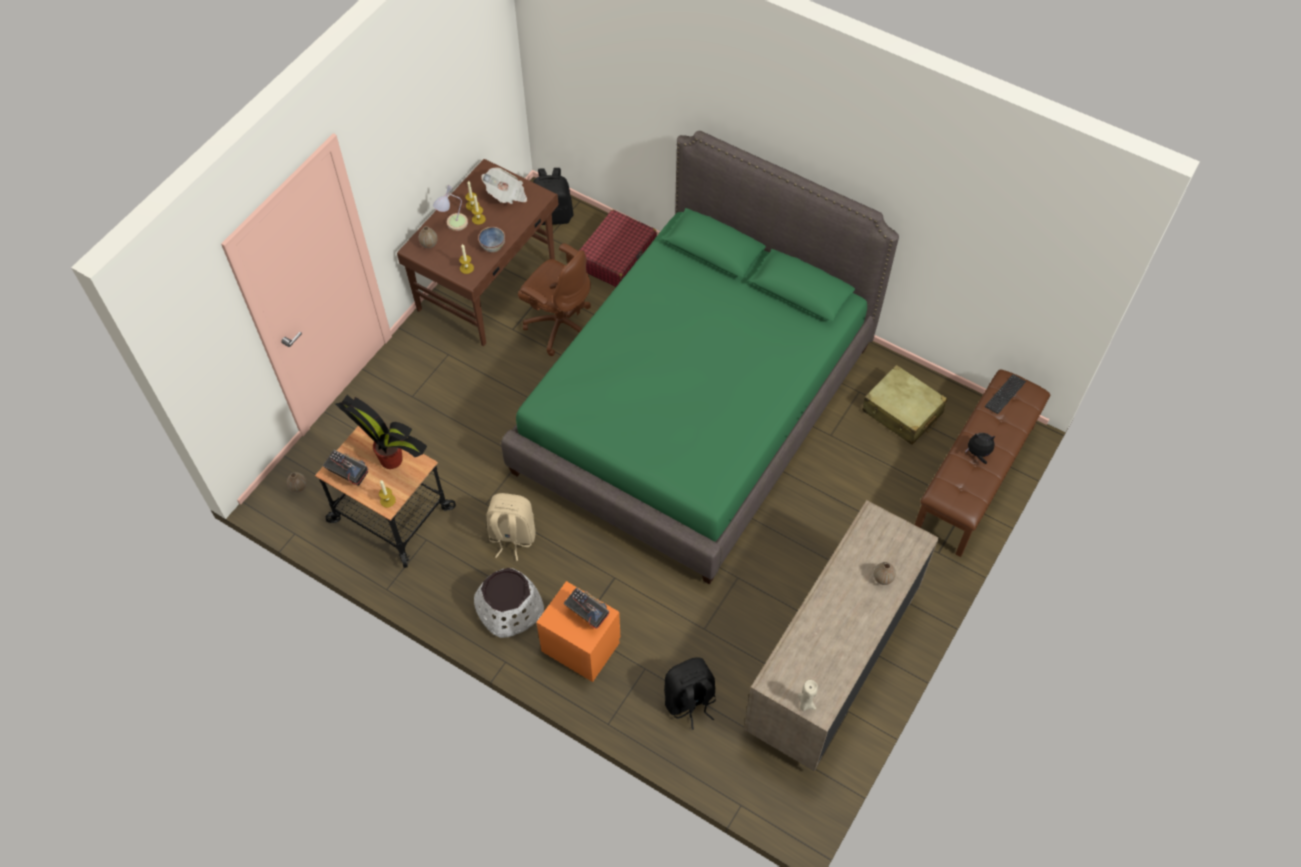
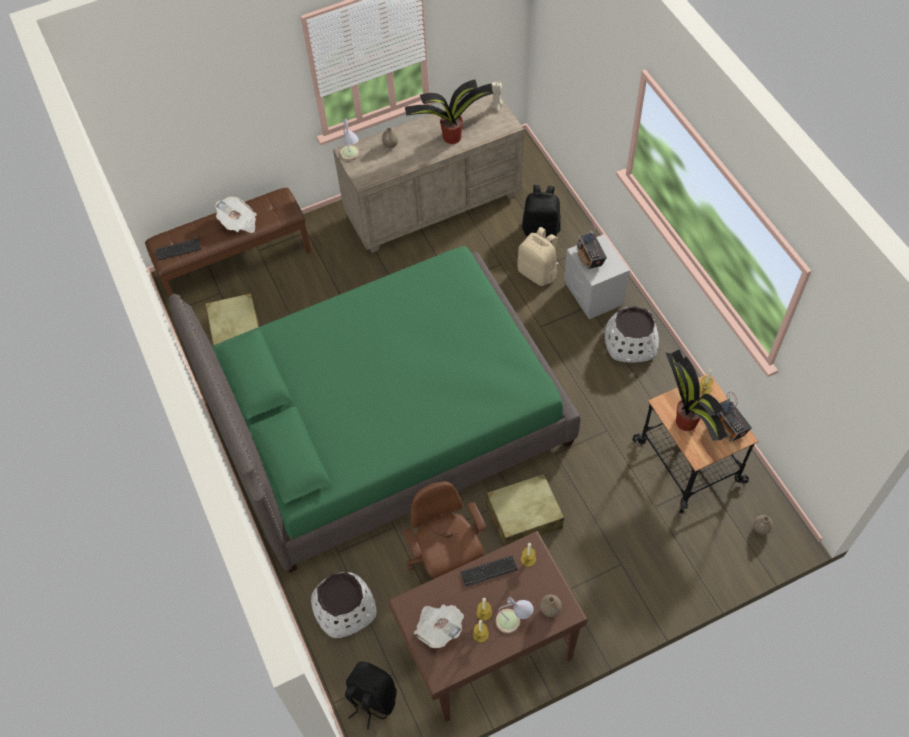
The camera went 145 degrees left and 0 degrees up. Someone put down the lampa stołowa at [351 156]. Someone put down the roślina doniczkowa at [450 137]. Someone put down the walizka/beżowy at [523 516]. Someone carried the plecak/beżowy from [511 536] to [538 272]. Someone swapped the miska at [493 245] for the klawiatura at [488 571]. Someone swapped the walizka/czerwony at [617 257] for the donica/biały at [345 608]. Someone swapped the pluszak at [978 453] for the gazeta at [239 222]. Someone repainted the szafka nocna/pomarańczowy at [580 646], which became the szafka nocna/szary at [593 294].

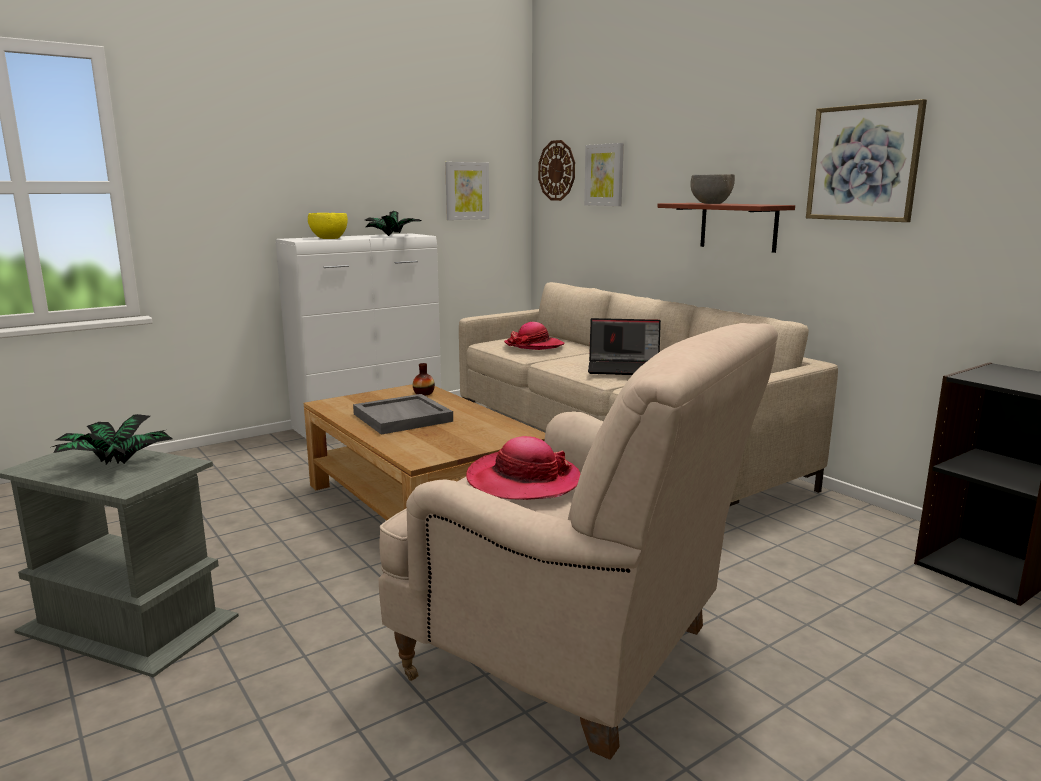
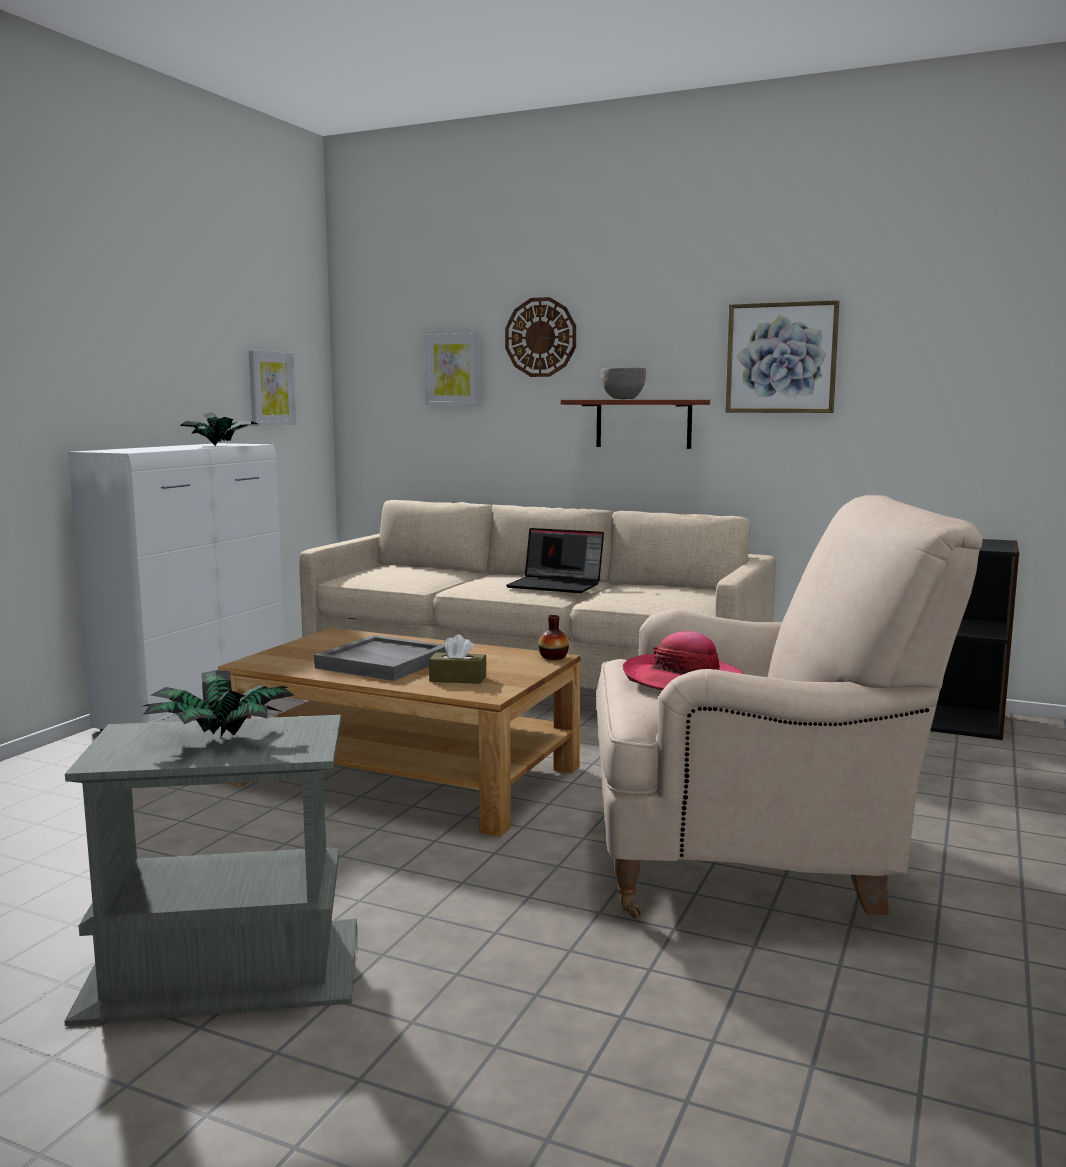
The camera went 30 degrees left and 5 degrees down. Someone took away the miska/żółty at [329 238]. Someone took away the kapelusz at [534 345]. Someone put down the pudełko chusteczek/brązowy at [458 679]. Someone carried the wazon from [423 393] to [553 657]. Someone carried the zegar ścienny from [557 170] to [540 337]. Someone rotated the laptop at [625 368] by 45 degrees clockwise.

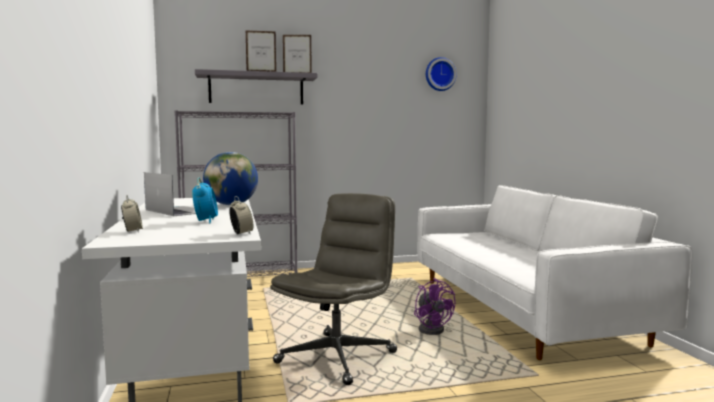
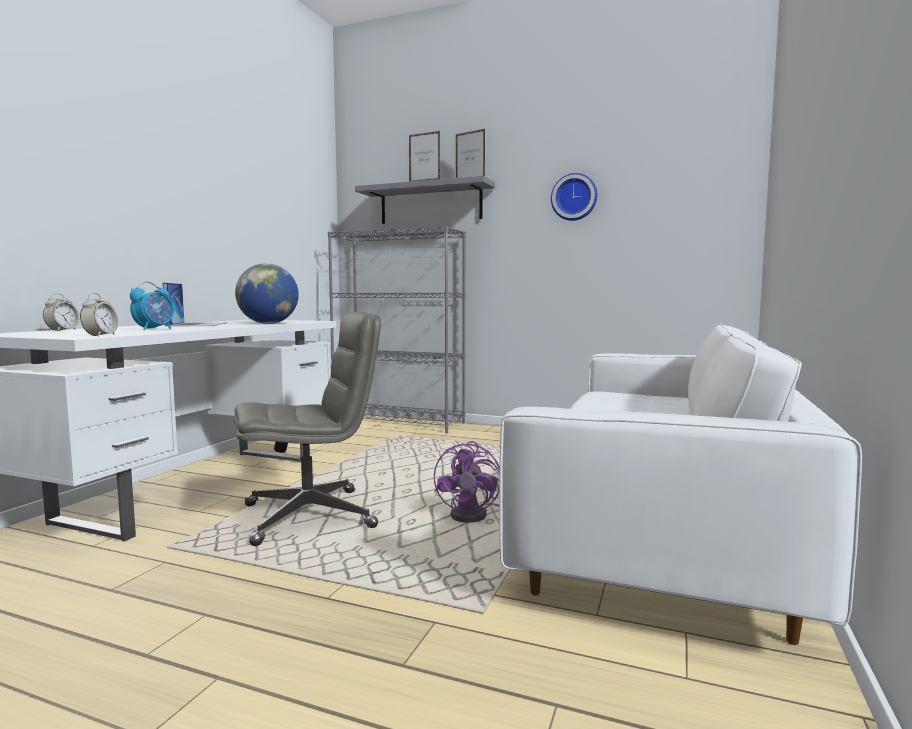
The camera went 35 degrees right and 0 degrees up. Someone carried the zegar ścienny from [439 74] to [574 197].

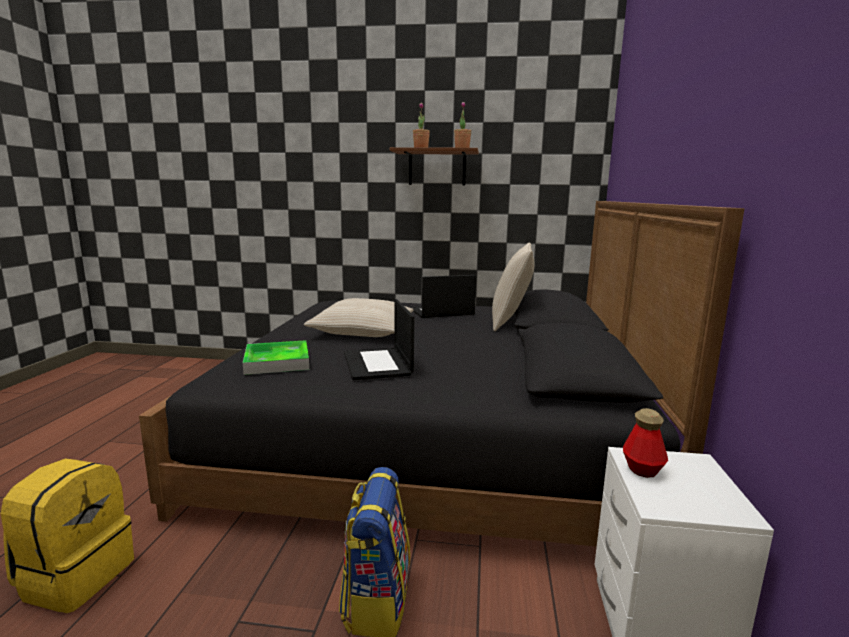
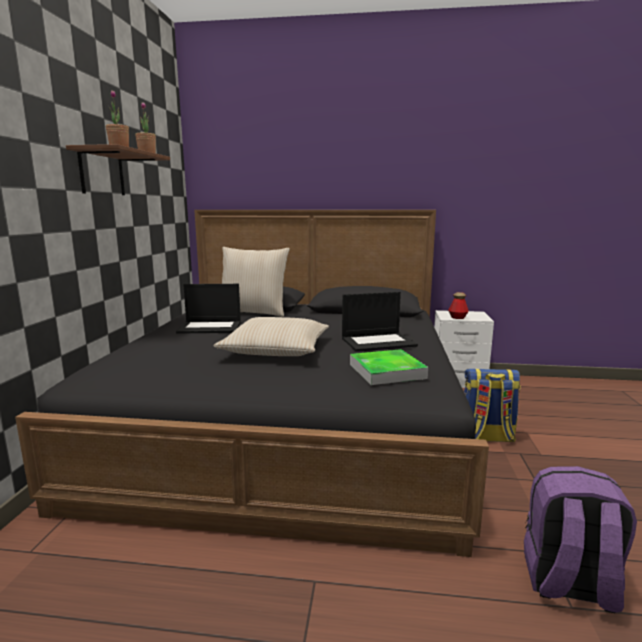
The camera went 90 degrees left and 0 degrees up. Someone repainted the plecak/żółty at [76 576], which became the plecak/fioletowy at [568 583]. Someone rotated the laptop at [441 312] by 75 degrees counterclockwise.

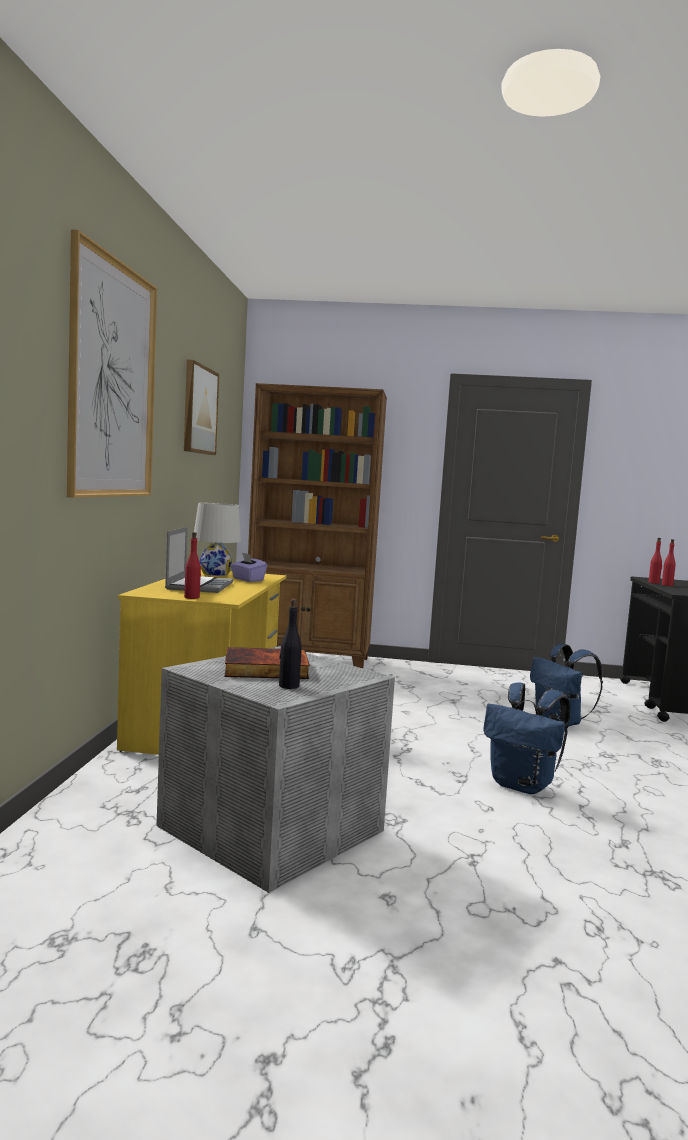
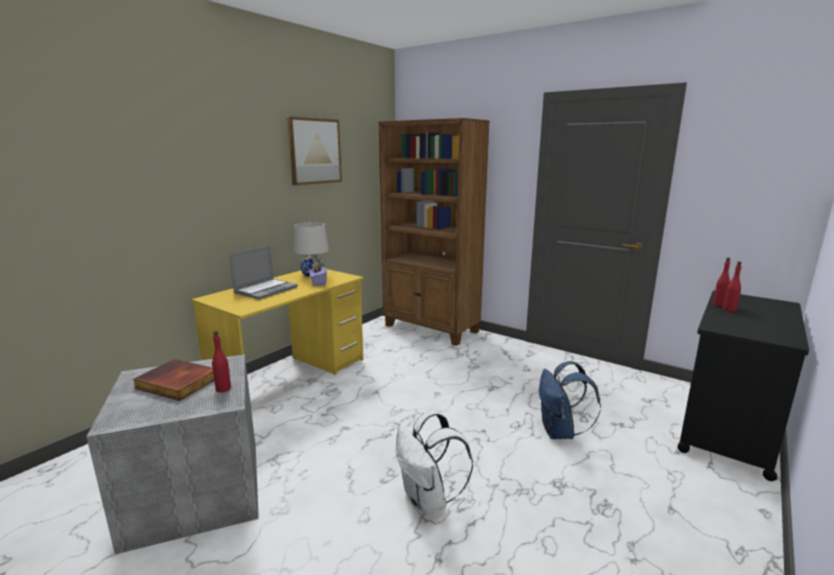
The camera went 30 degrees right and 10 degrees up. Someone took away the obraz at [113 381]. Someone took away the butelka/czarny at [288 686]. Someone carried the butelka/czerwony from [192 597] to [223 389]. Someone repainted the plecak/niebieski at [523 785], which became the plecak/biały at [428 501].

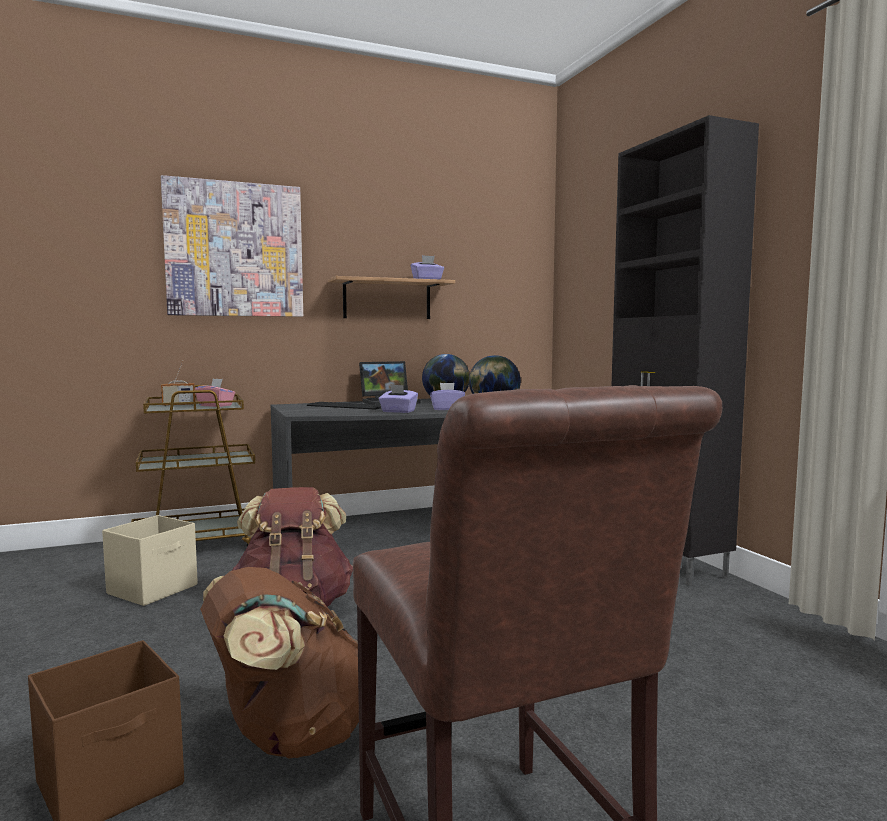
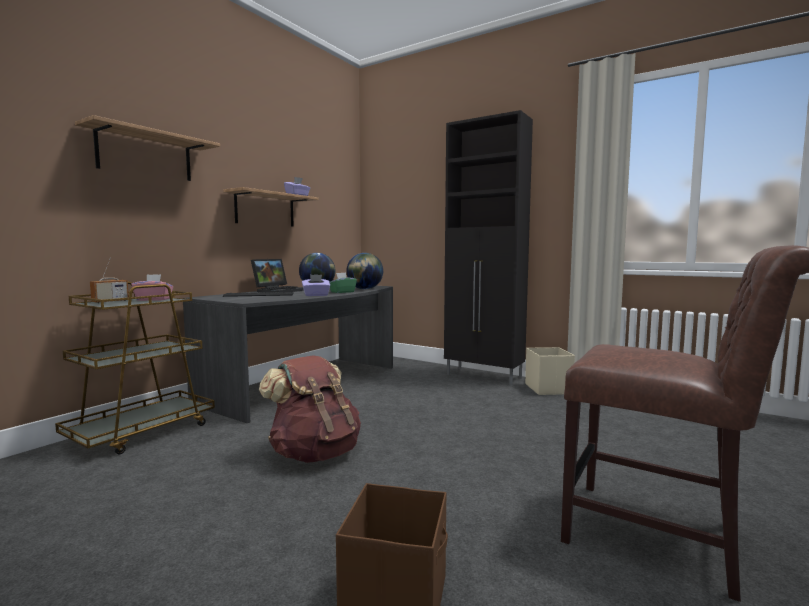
The camera went 35 degrees left and 0 degrees up. Someone took away the plecak/brązowy at [289 736]. Someone carried the pojemnik do przechowywania/beżowy from [154 589] to [548 388]. Someone swapped the obraz at [234 250] for the półka at [145 155]. Someone repainted the pudełko chusteczek/fioletowy at [447 409], which became the pudełko chusteczek/zielony at [342 292].

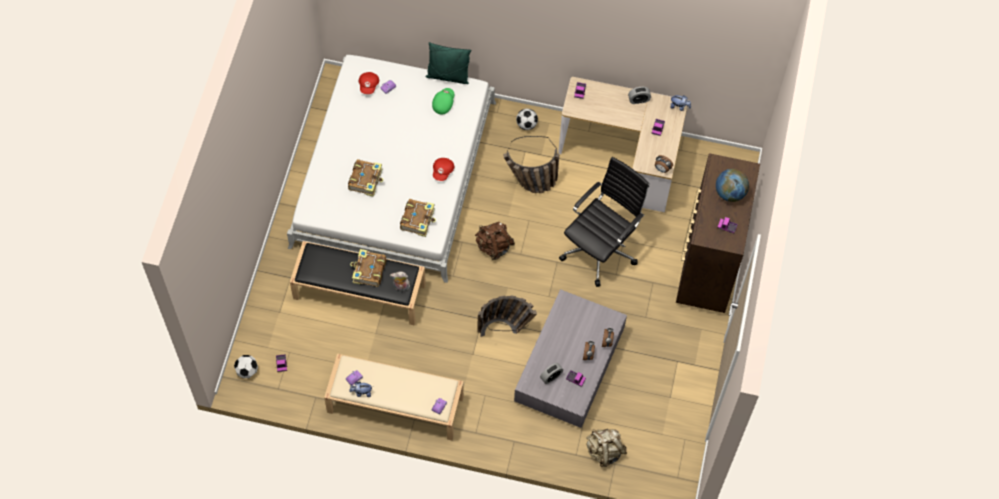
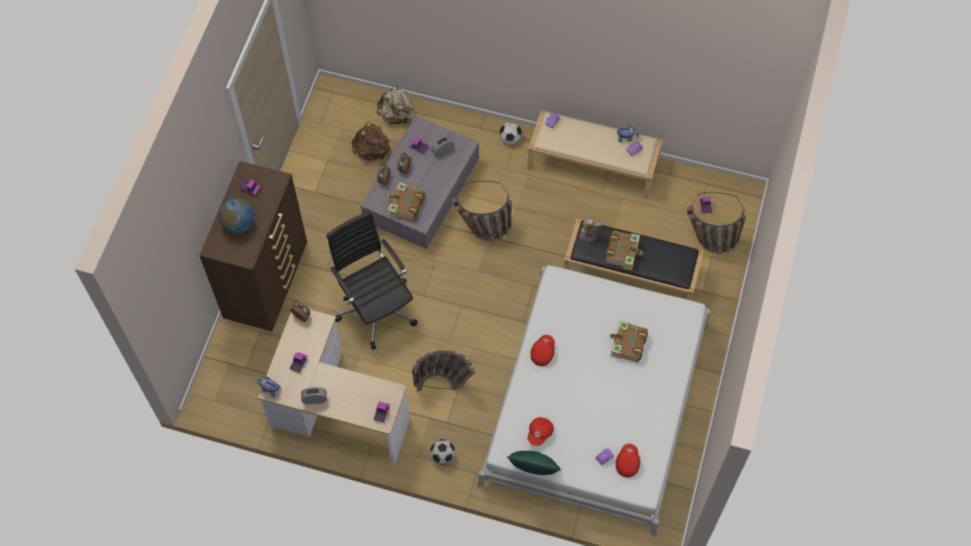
The camera went 175 degrees left and 0 degrees up. Someone put down the koszyk at [708 241]. Someone carried the piłka futbolowa from [247 371] to [510 139]. Someone carried the książka from [418 219] to [405 206]. Someone carried the plecak/brązowy from [494 246] to [372 152]. Someone repainted the czapka z daszkiem/zielony at [443 103], which became the czapka z daszkiem/czerwony at [540 433]. Someone rotated the krzesło biurowe/czarny at [601 248] by 105 degrees clockwise.

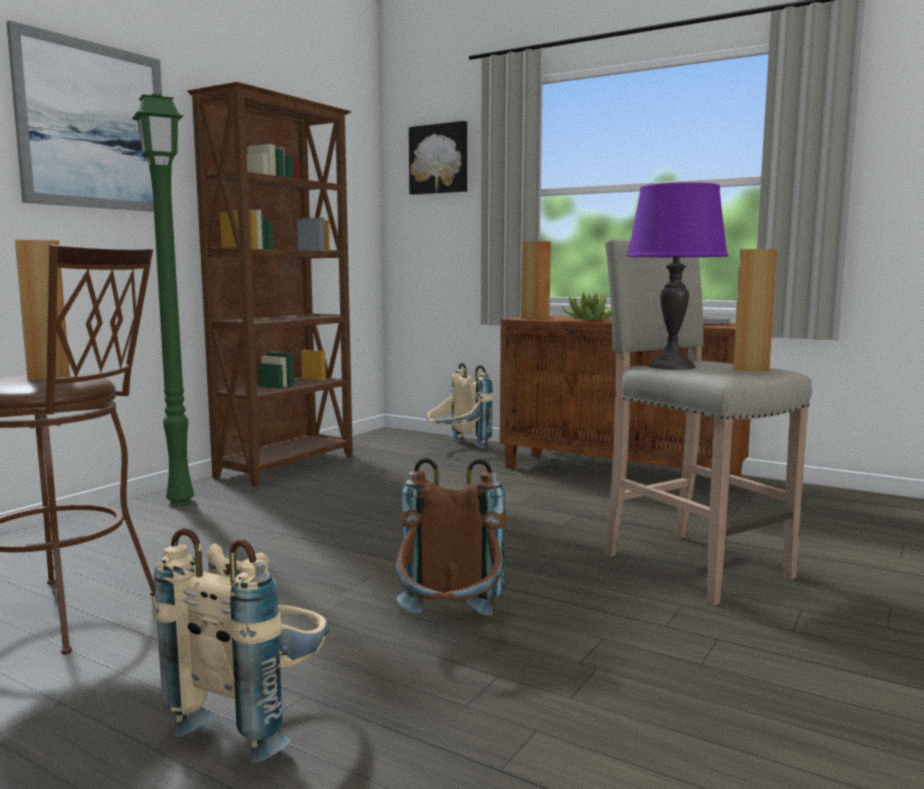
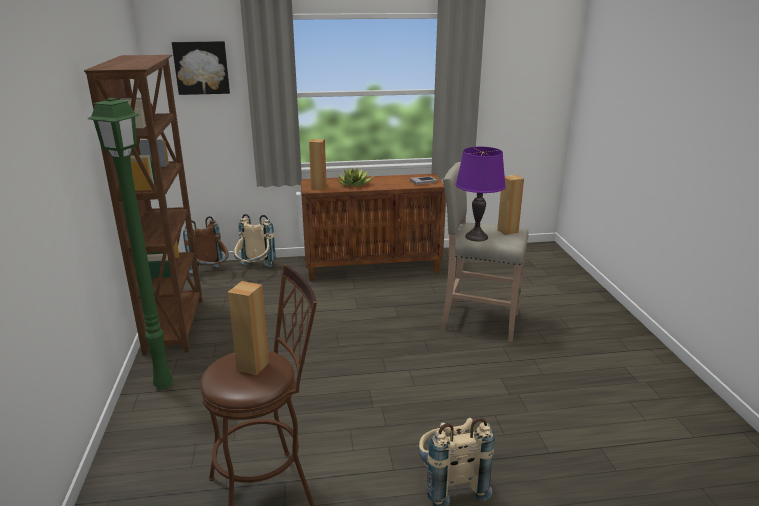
The camera went 40 degrees left and 15 degrees up. Someone took away the obraz at [94 126]. Someone carried the plecak/brązowy from [450 628] to [211 274].

